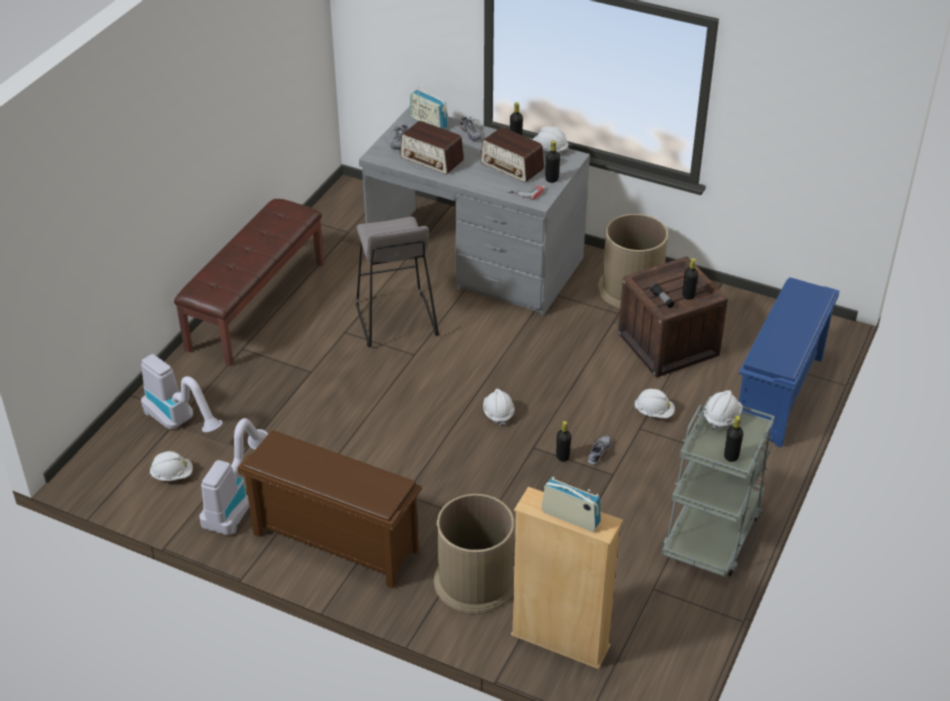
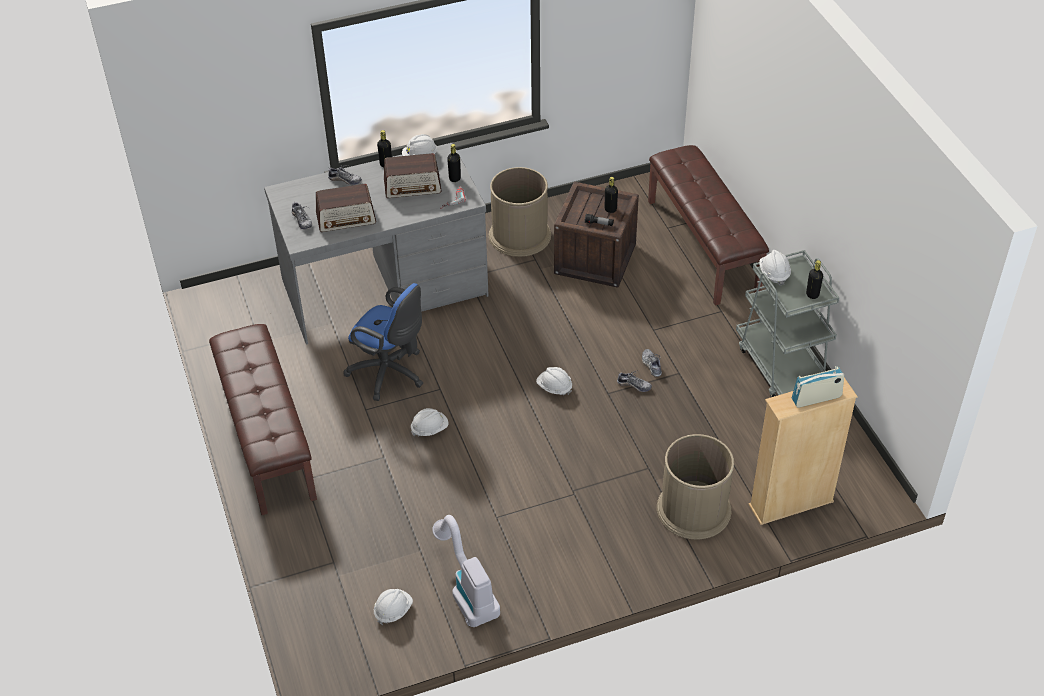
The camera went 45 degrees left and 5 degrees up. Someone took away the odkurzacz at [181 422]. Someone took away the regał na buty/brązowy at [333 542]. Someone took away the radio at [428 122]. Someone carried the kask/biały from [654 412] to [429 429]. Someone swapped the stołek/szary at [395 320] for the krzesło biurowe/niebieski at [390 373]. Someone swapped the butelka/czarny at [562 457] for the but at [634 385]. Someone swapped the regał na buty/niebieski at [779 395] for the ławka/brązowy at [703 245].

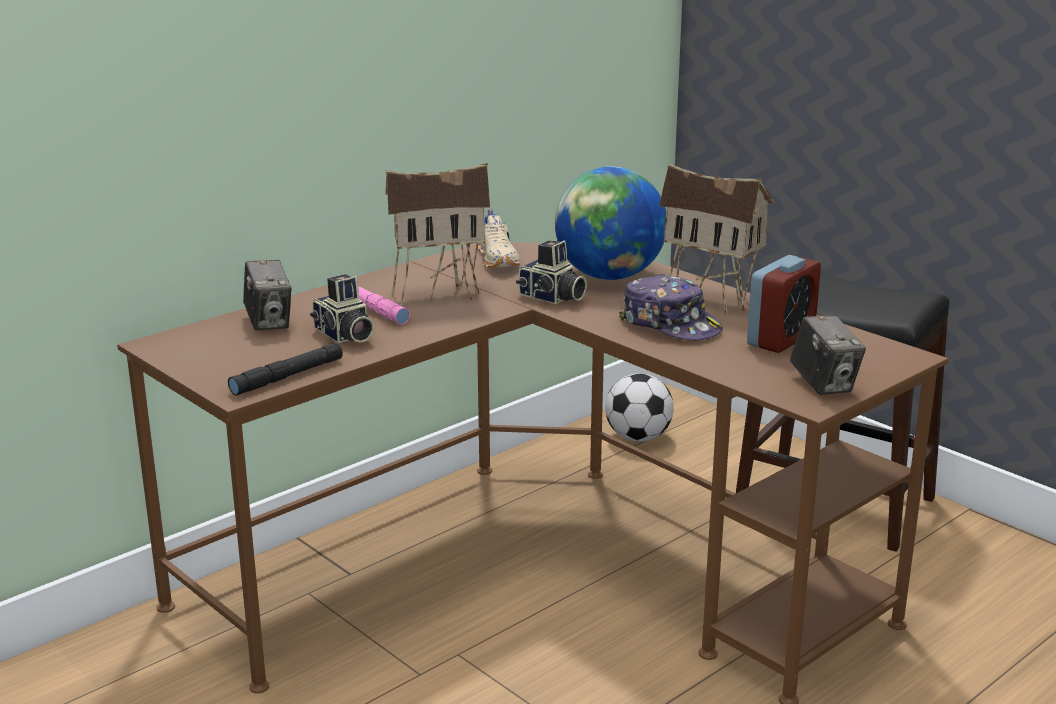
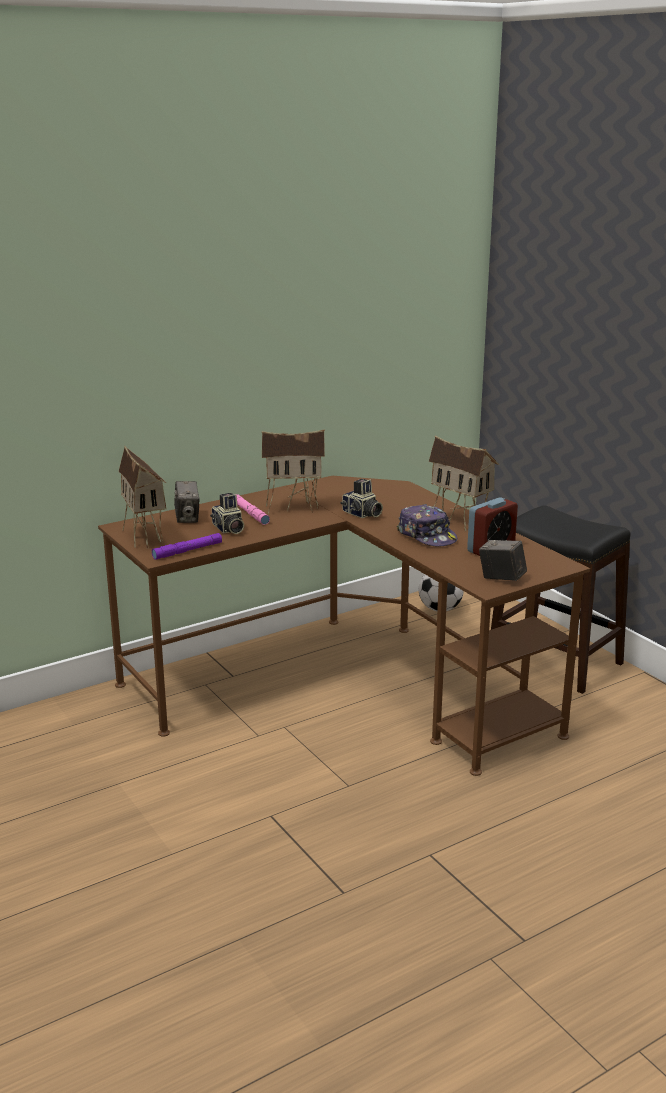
The camera went 10 degrees right and 0 degrees up. Someone took away the but/beżowy at [499 260]. Someone took away the globus at [609 277]. Someone put down the domek at [145 538]. Someone repainted the latarka/czarny at [287 376], which became the latarka/fioletowy at [187 551]. Someone rotated the aparat fotograficzny at [824 385] by 135 degrees clockwise.

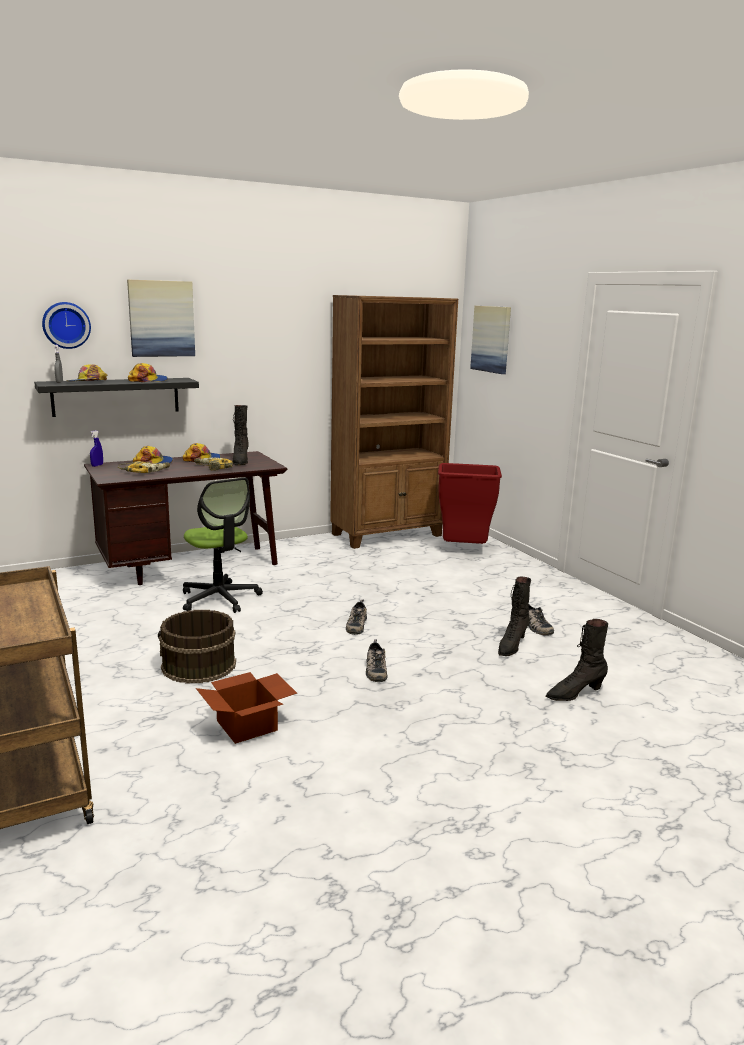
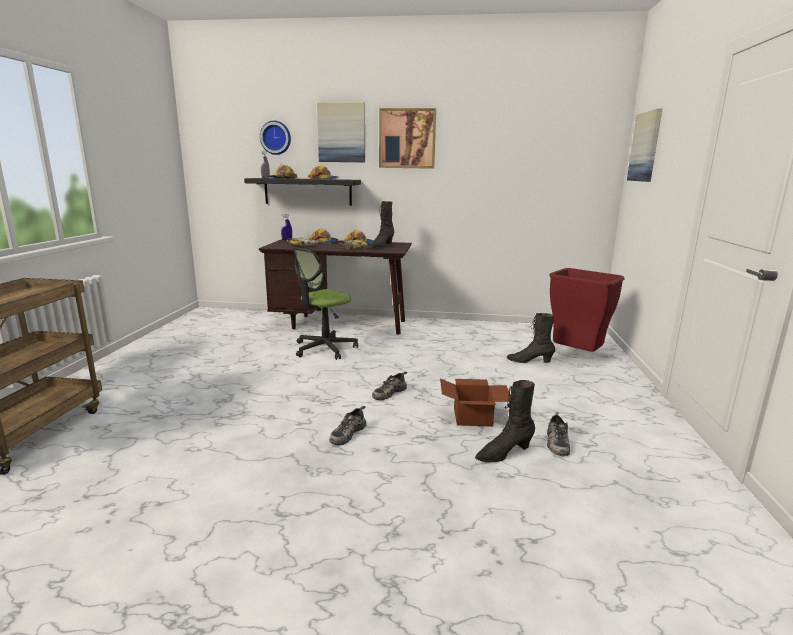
The camera went 35 degrees right and 0 degrees up. Someone took away the wiadro/brązowy at [198 666]. Someone took away the regał/brązowy at [388 535]. Someone put up the obraz at [407 138]. Someone carried the karton from [249 725] to [474 417]. Someone carried the but z cholewką/czarny from [574 693] to [529 361]. Someone rotated the krzesło biurowe at [219 598] by 45 degrees clockwise.

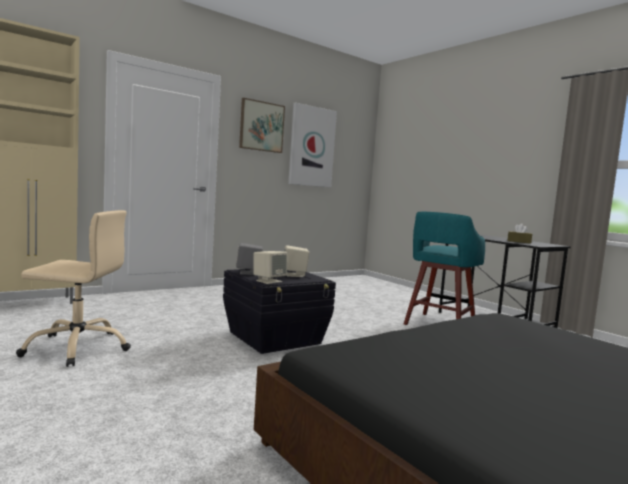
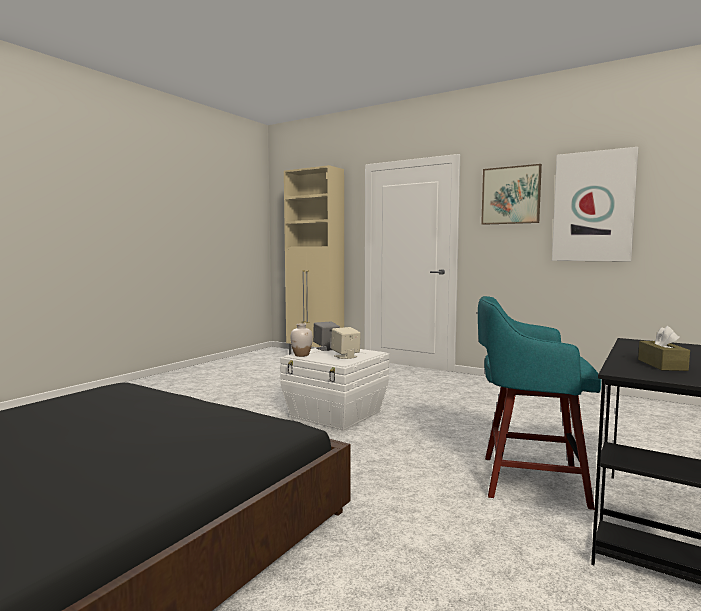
The camera went 70 degrees right and 0 degrees up. Someone took away the krzesło biurowe/beżowy at [78 347]. Someone swapped the głośnik/beżowy at [269 281] for the wazon/biały at [301 355]. Someone repainted the pojemnik do przechowywania/czarny at [276 338], which became the pojemnik do przechowywania/biały at [336 414].

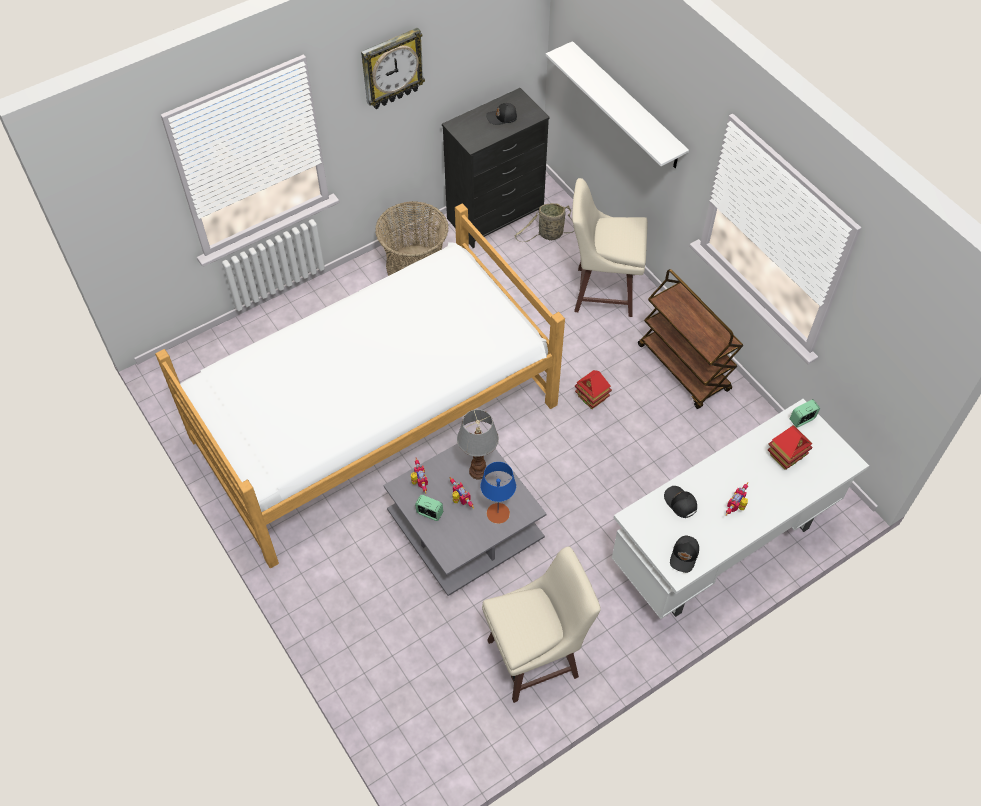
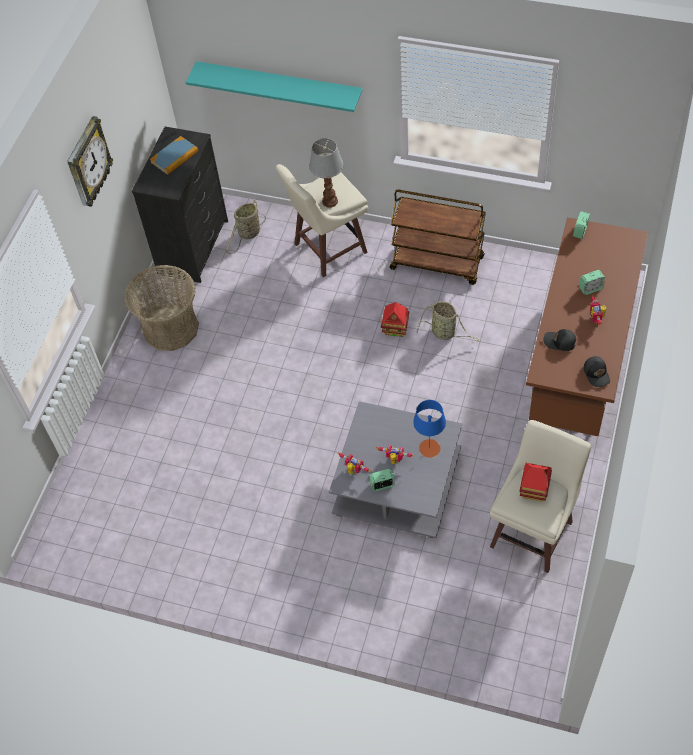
The camera went 35 degrees left and 0 degrees up. Someone took away the łóżko at [374 421]. Someone put down the koszyk at [445 333]. Someone put down the budzik at [590 288]. Someone carried the lampa stołowa from [478 471] to [330 202]. Someone carried the domek from [786 456] to [534 490]. Someone swapped the czapka z daszkiem/czarny at [502 117] for the książka at [174 157]. Someone repainted the półka/biały at [627 106], which became the półka/turkusowy at [279 86]. Someone repainted the biurko/biały at [722 548], which became the biurko/brązowy at [579 365].

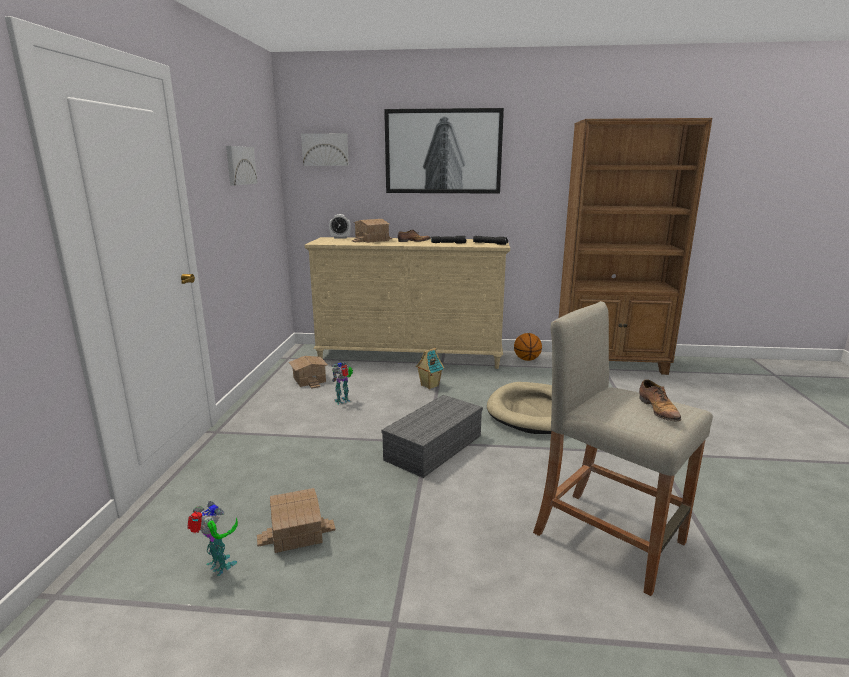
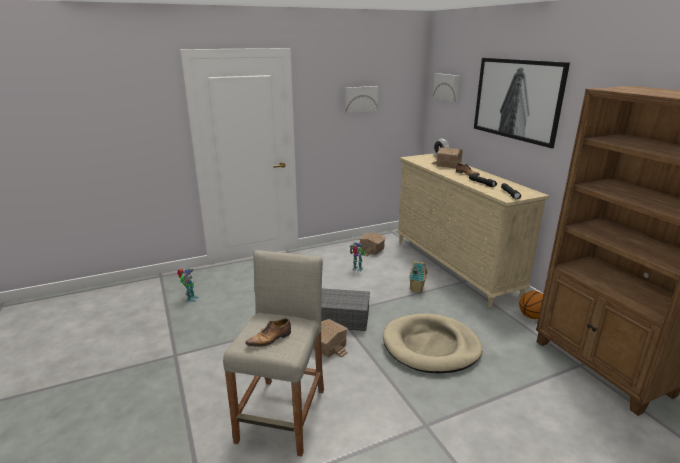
The camera went 60 degrees right and 5 degrees up. Someone carried the domek from [296 532] to [328 345].

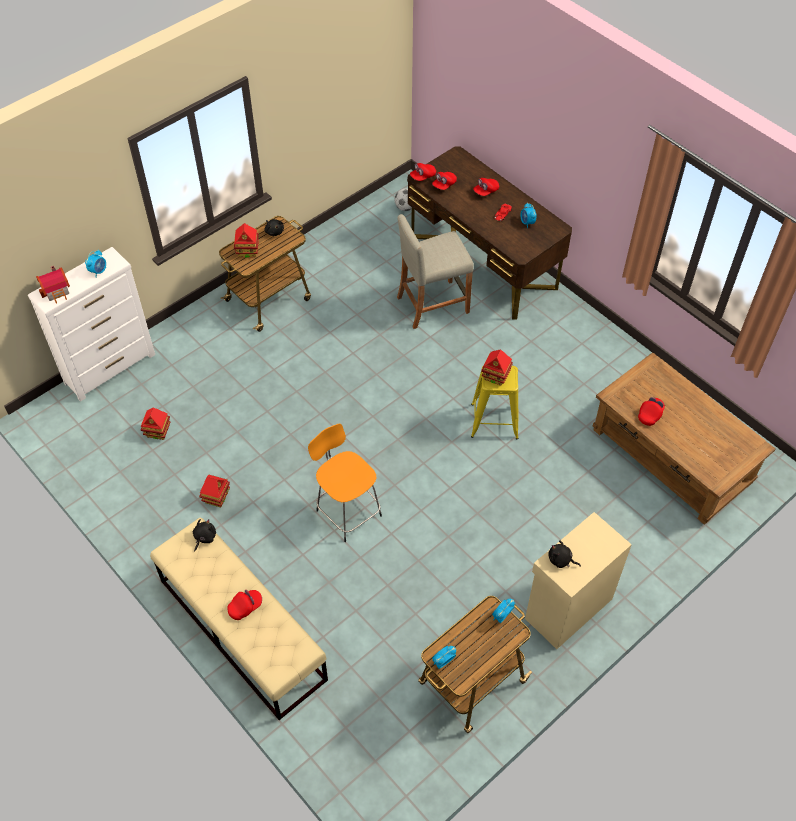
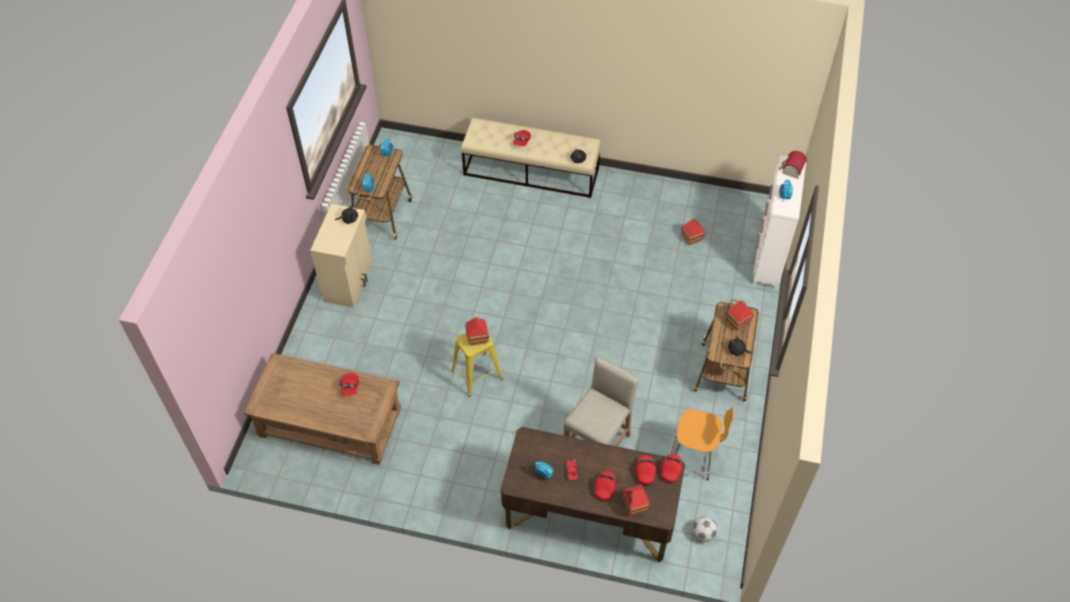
The camera went 145 degrees right and 0 degrees up. Someone carried the domek from [216 498] to [634 506]. Someone carried the stołek/pomarańczowy from [347 511] to [694 459].

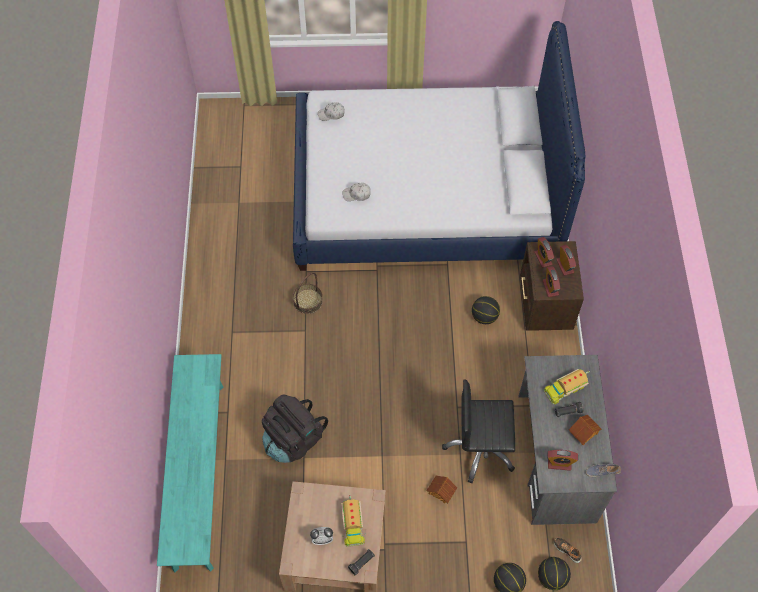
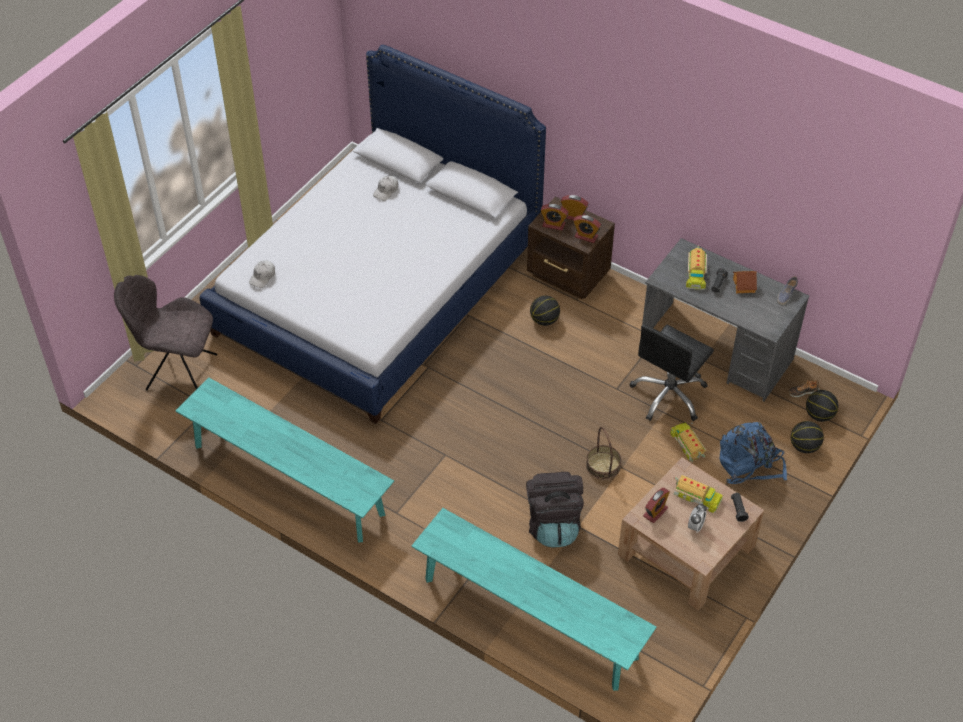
The camera went 55 degrees left and 10 degrees down. Someone put down the krzesło/szary at [178 371]. Someone put down the ławka/turkusowy at [288 479]. Someone put down the plecak/niebieski at [749 464]. Someone carried the koszyk from [308 301] to [603 466]. Someone carried the czapka z daszkiem/biały from [357 194] to [386 191]. Someone carried the budzik from [559 463] to [655 512]. Someone swapped the domek at [441 491] for the ciężarówka zabawkowa at [688 445].

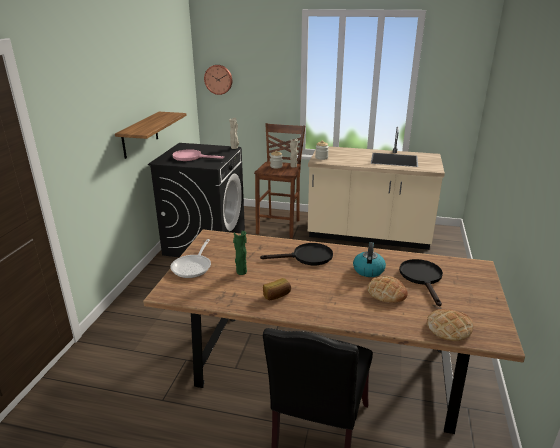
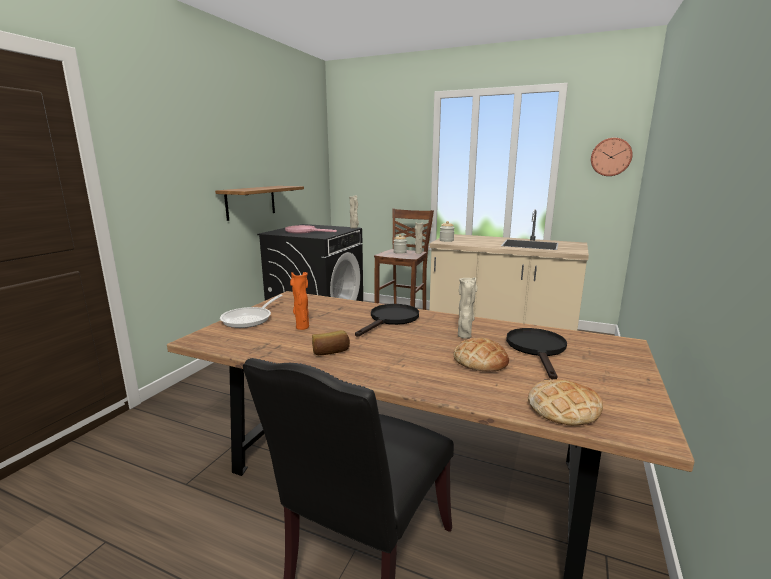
The camera went 10 degrees right and 10 degrees down. Someone carried the zegar ścienny from [218 79] to [610 157]. Someone swapped the czajnik at [368 270] for the wazon/beżowy at [464 336]. Someone repainted the wazon/zielony at [241 272], which became the wazon/pomarańczowy at [302 327]. Someone rotated the patelnia/czarny at [307 257] by 60 degrees counterclockwise.

